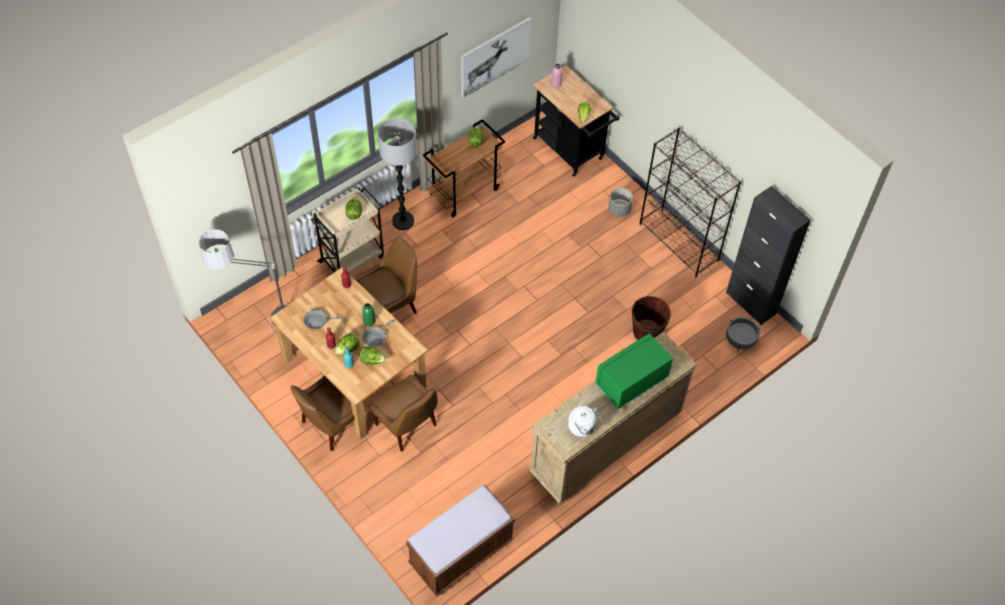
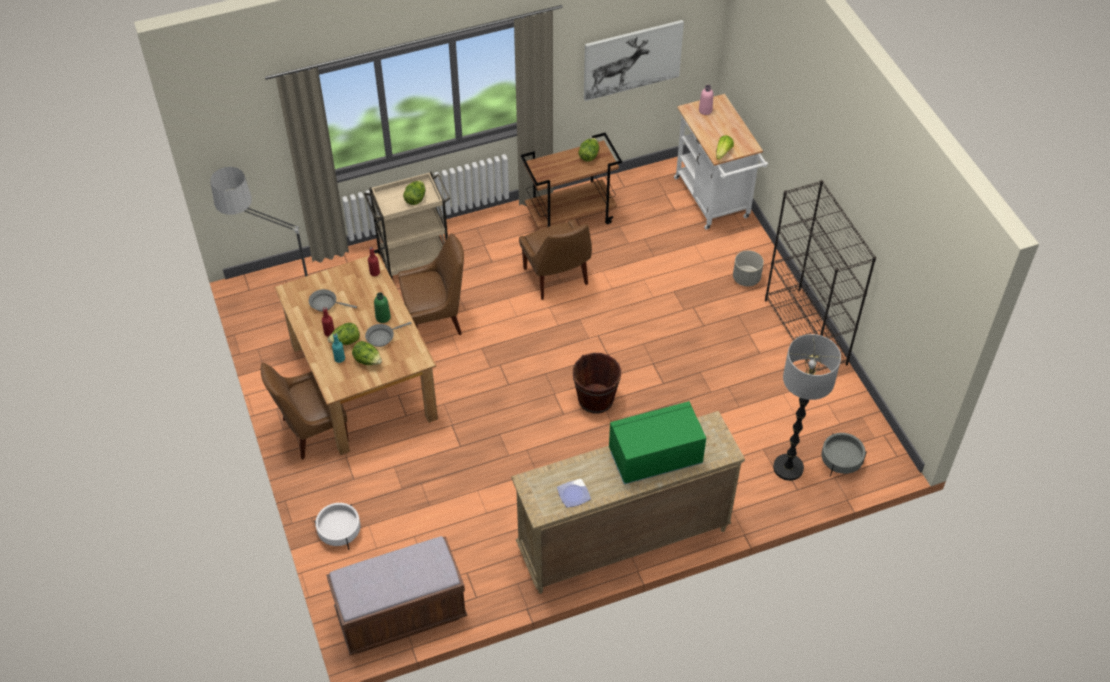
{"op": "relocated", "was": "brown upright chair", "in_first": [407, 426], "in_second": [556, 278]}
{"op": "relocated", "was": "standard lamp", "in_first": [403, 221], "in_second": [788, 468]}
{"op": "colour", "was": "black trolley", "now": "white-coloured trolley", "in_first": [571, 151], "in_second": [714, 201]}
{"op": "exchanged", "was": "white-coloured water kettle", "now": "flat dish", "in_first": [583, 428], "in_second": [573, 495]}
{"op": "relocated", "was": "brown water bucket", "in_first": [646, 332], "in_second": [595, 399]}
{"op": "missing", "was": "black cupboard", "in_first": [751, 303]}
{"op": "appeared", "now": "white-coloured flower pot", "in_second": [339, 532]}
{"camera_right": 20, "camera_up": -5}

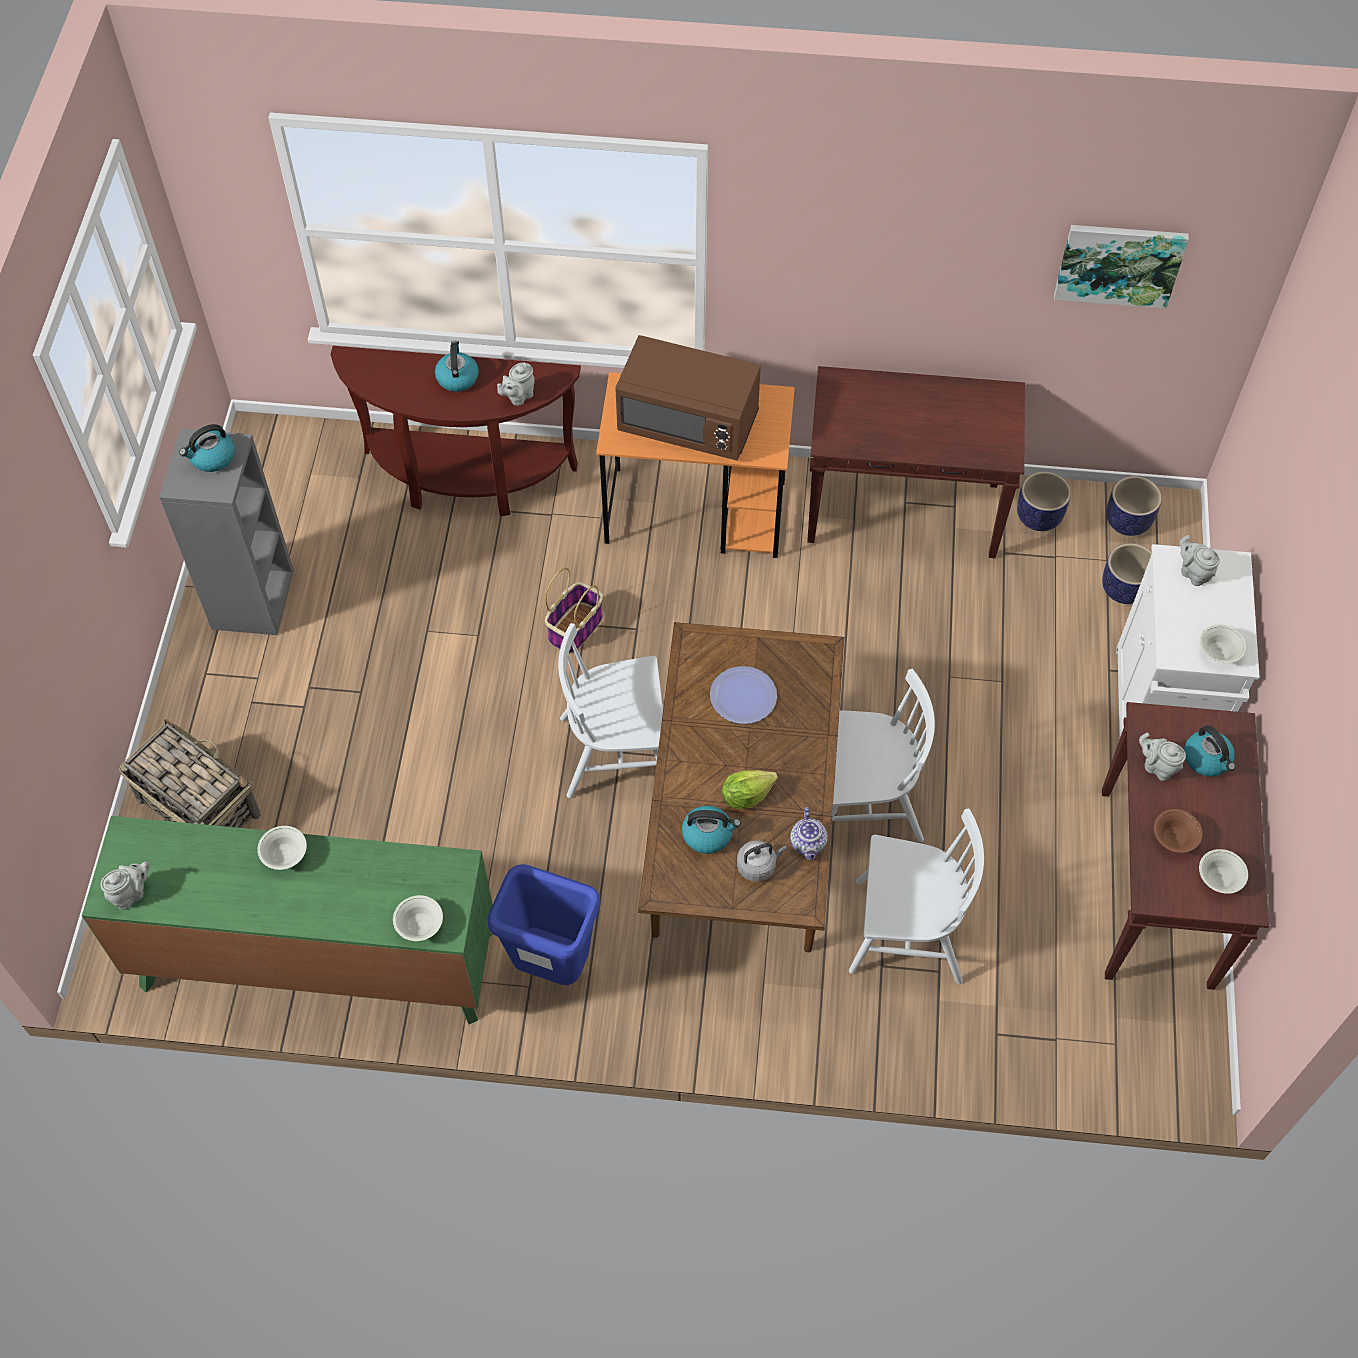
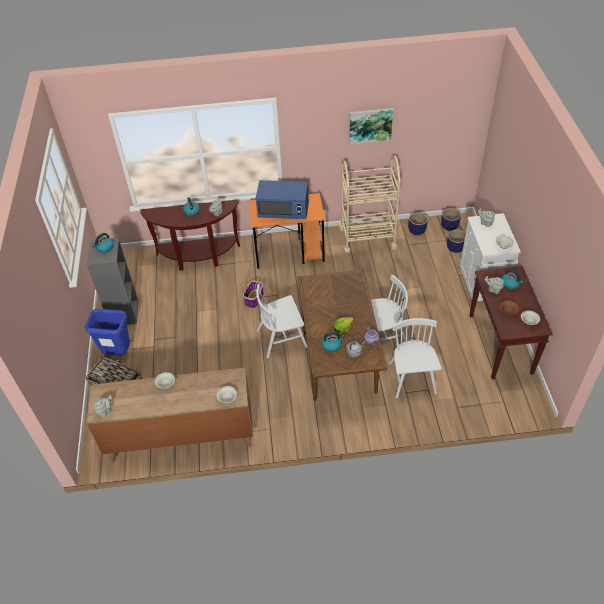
{"op": "colour", "was": "green drawer chest", "now": "brown drawer chest", "in_first": [315, 960], "in_second": [180, 437]}
{"op": "relocated", "was": "blue-coloured waste bin", "in_first": [553, 966], "in_second": [118, 353]}
{"op": "colour", "was": "brown microwave oven", "now": "blue-coloured microwave oven", "in_first": [689, 423], "in_second": [283, 211]}
{"op": "missing", "was": "flat dish", "in_first": [743, 696]}
{"op": "exchanged", "was": "brown console table", "now": "beige-coloured trolley", "in_first": [904, 512], "in_second": [367, 238]}
{"op": "spun", "was": "white-coloured upright chair", "in_first": [907, 932], "in_second": [412, 378], "clockwise": -90}
{"op": "relocated", "was": "picture", "in_first": [1119, 263], "in_second": [370, 125]}
{"camera_right": -10, "camera_up": -10}

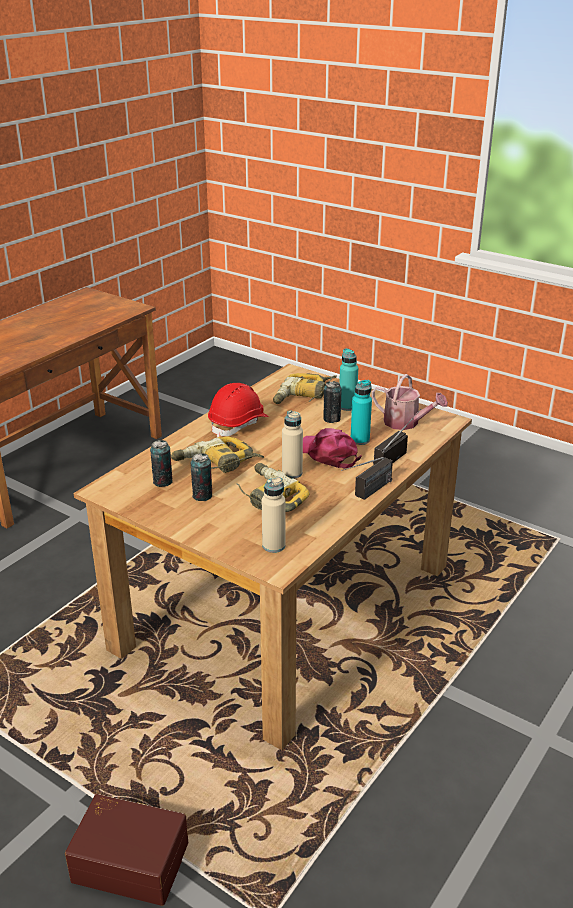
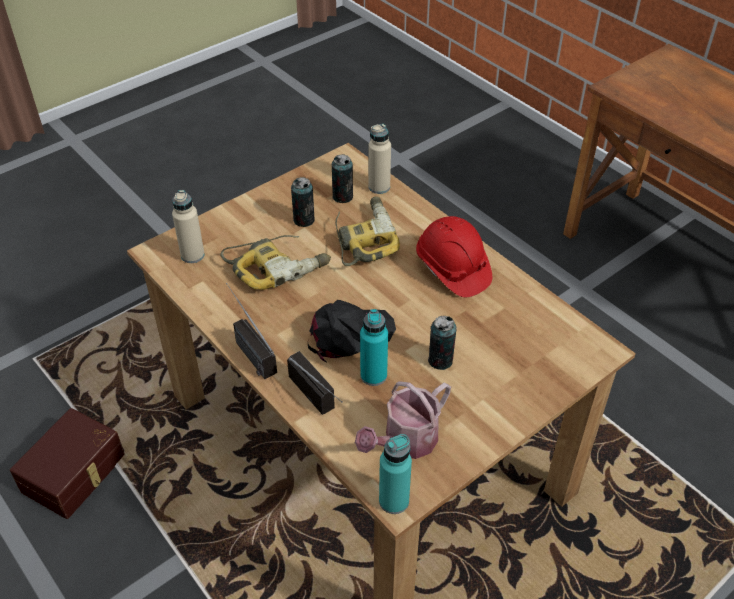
{"op": "relocated", "was": "brown storage container", "in_first": [131, 859], "in_second": [75, 474]}
{"op": "missing", "was": "electric drill", "in_first": [303, 396]}
{"op": "relocated", "was": "beige-coloured beverage bottle", "in_first": [292, 473], "in_second": [379, 187]}
{"op": "colour", "was": "pink baseball cap", "now": "black baseball cap", "in_first": [328, 454], "in_second": [349, 335]}
{"op": "relocated", "was": "turquoise-coloured beverage bottle", "in_first": [347, 406], "in_second": [394, 501]}
{"camera_right": 105, "camera_up": 15}

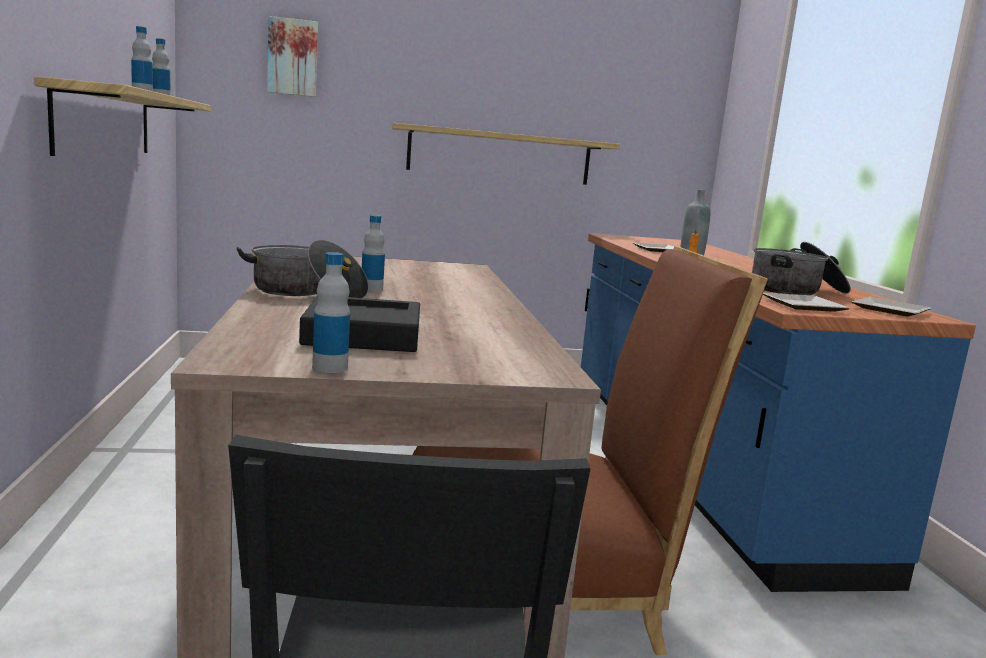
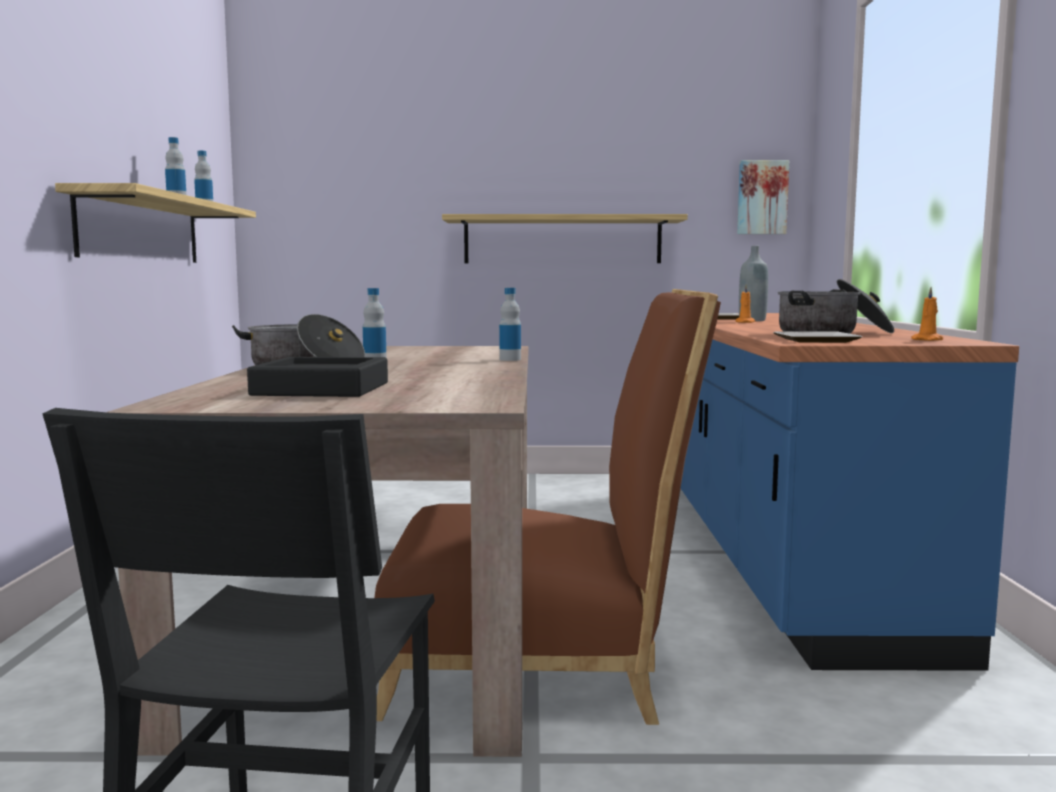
{"op": "relocated", "was": "picture", "in_first": [293, 57], "in_second": [762, 197]}
{"op": "relocated", "was": "beverage bottle", "in_first": [330, 367], "in_second": [510, 359]}
{"op": "exchanged", "was": "flat dish", "now": "orange-coloured candle", "in_first": [893, 310], "in_second": [928, 340]}
{"camera_right": 10, "camera_up": -5}

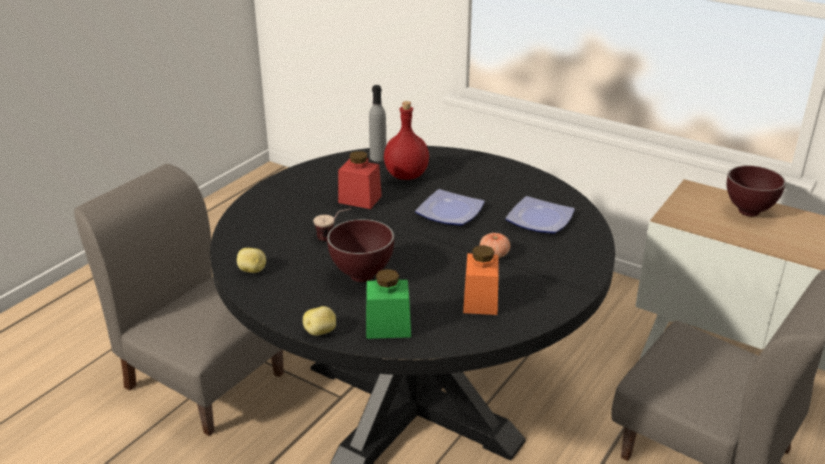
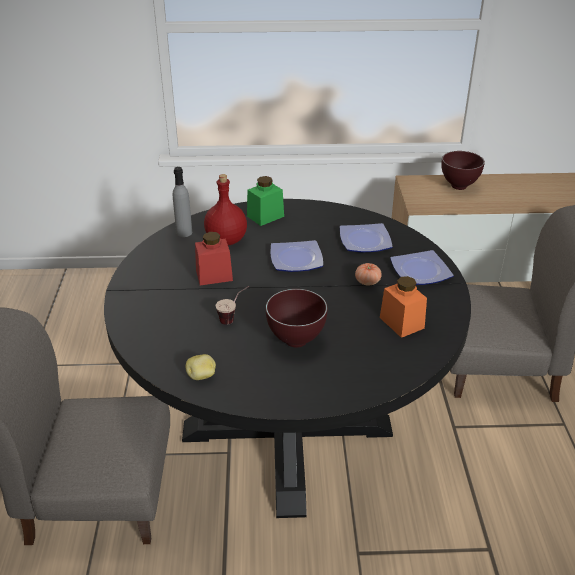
{"op": "missing", "was": "spud", "in_first": [321, 332]}
{"op": "relocated", "was": "green jar", "in_first": [388, 327], "in_second": [265, 216]}
{"op": "appeared", "now": "flat dish", "in_second": [419, 271]}
{"camera_right": -35, "camera_up": 5}

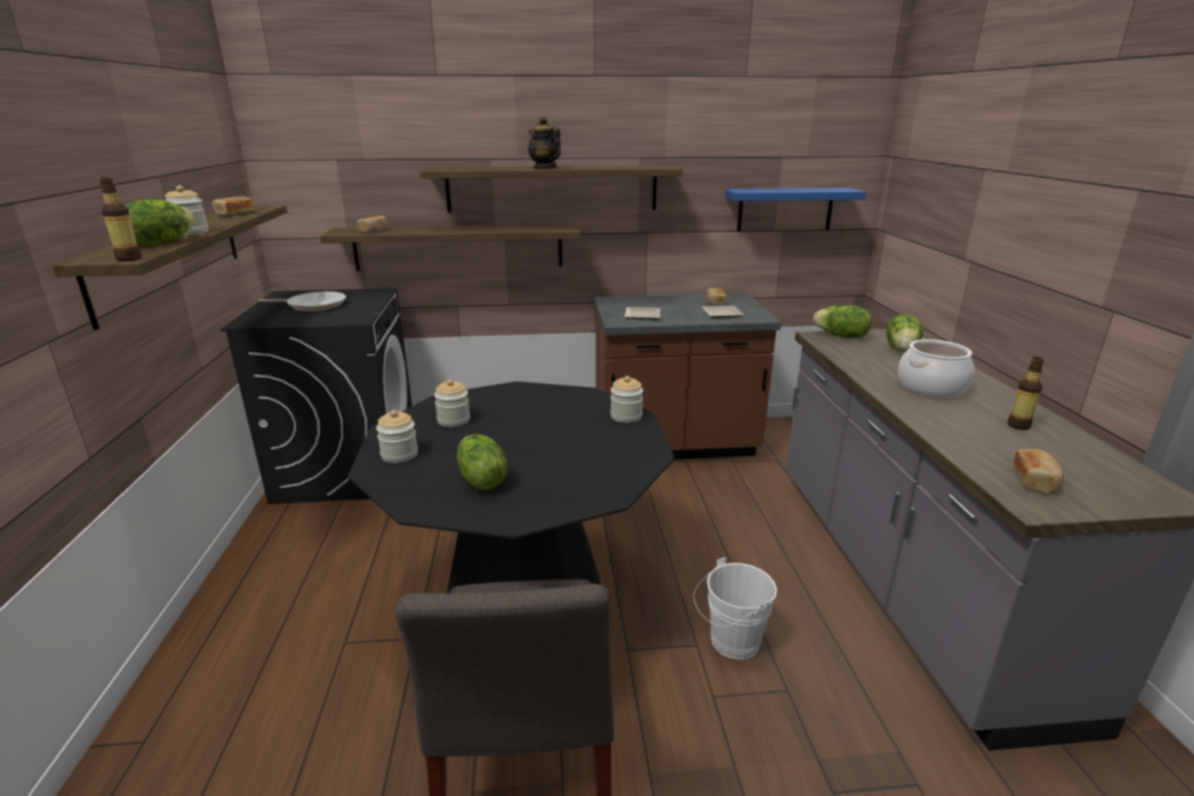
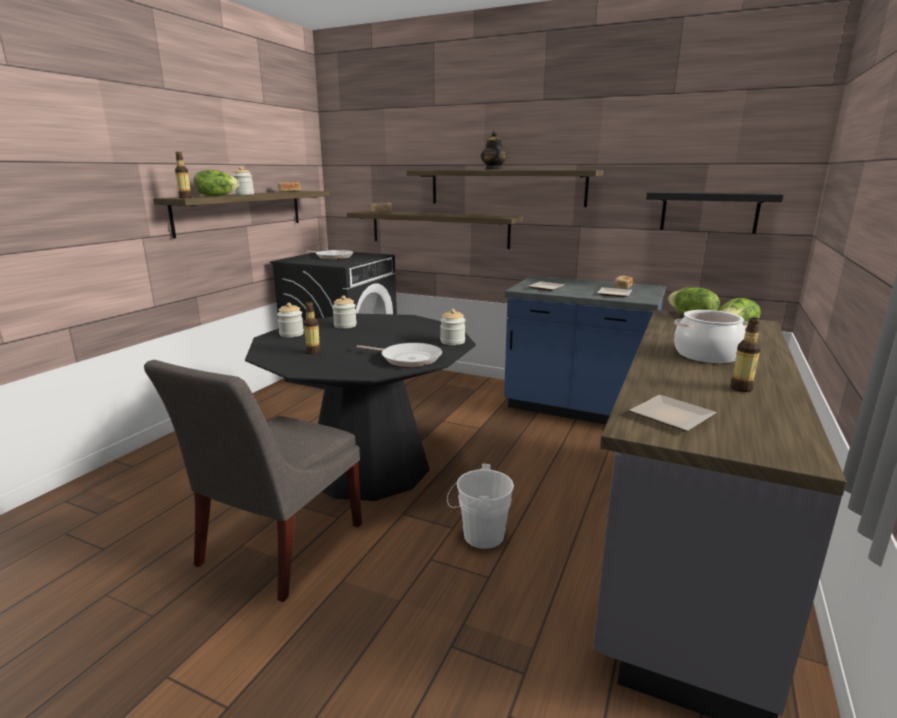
{"op": "exchanged", "was": "head of lettuce", "now": "beverage bottle", "in_first": [480, 480], "in_second": [313, 352]}
{"op": "colour", "was": "brown kitchen counter", "now": "blue-coloured kitchen counter", "in_first": [674, 446], "in_second": [576, 409]}
{"op": "colour", "was": "blue-coloured bracket shelf", "now": "black bracket shelf", "in_first": [785, 209], "in_second": [709, 212]}
{"op": "exchanged", "was": "bakery bread", "now": "flat dish", "in_first": [1035, 481], "in_second": [672, 418]}
{"op": "appeared", "now": "frying pan", "in_second": [408, 358]}
{"camera_right": 30, "camera_up": -5}

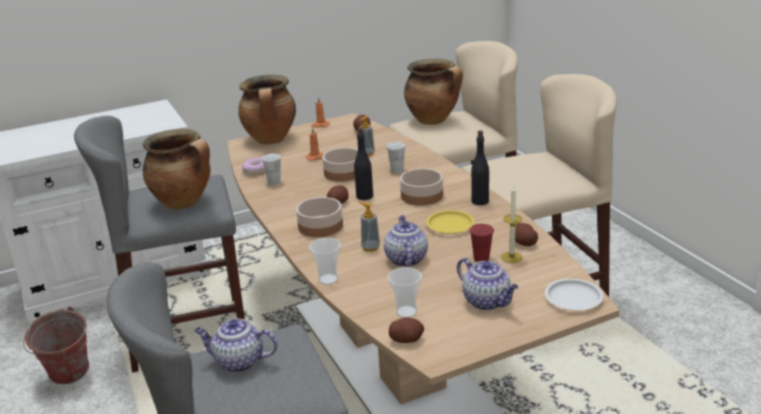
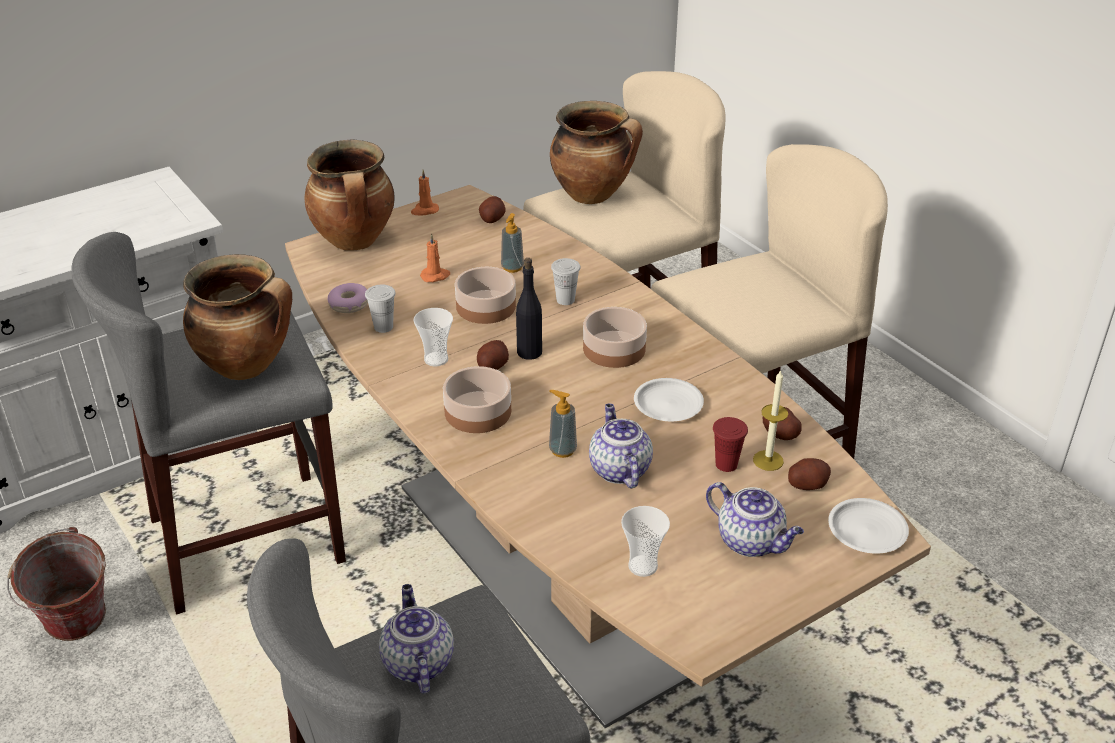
{"op": "spun", "was": "teapot", "in_first": [238, 362], "in_second": [417, 662], "clockwise": 75}
{"op": "relocated", "was": "cup", "in_first": [328, 279], "in_second": [436, 359]}
{"op": "relocated", "was": "spud", "in_first": [406, 339], "in_second": [807, 484]}
{"op": "colour", "was": "yellowish flat dish", "now": "white-coloured flat dish", "in_first": [450, 225], "in_second": [669, 404]}
{"op": "missing", "was": "black beverage bottle", "in_first": [480, 201]}
{"camera_right": -10, "camera_up": 10}

